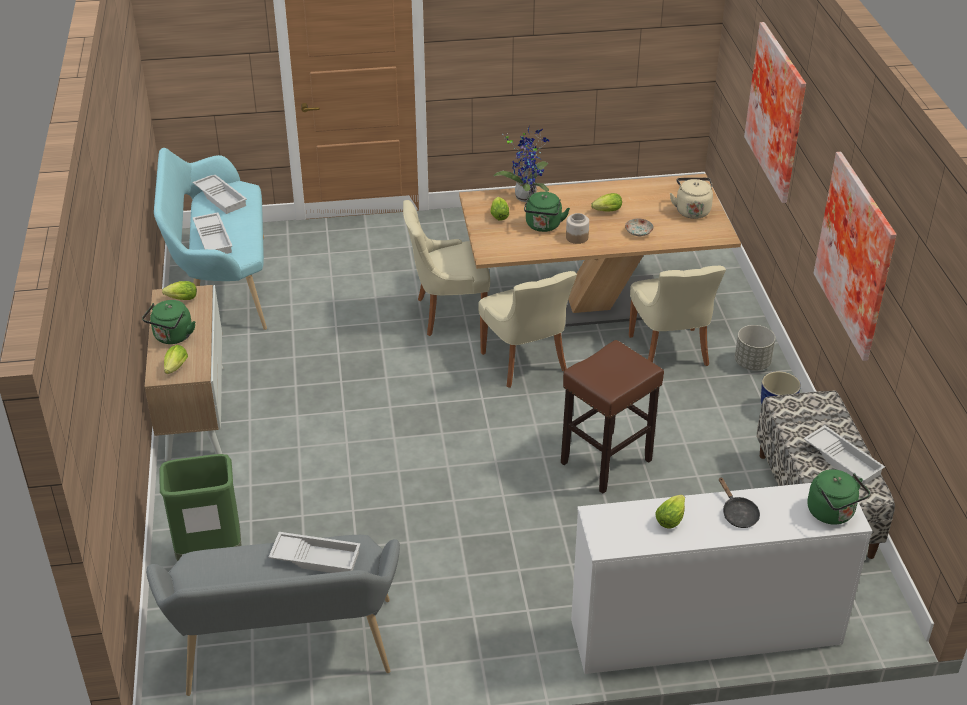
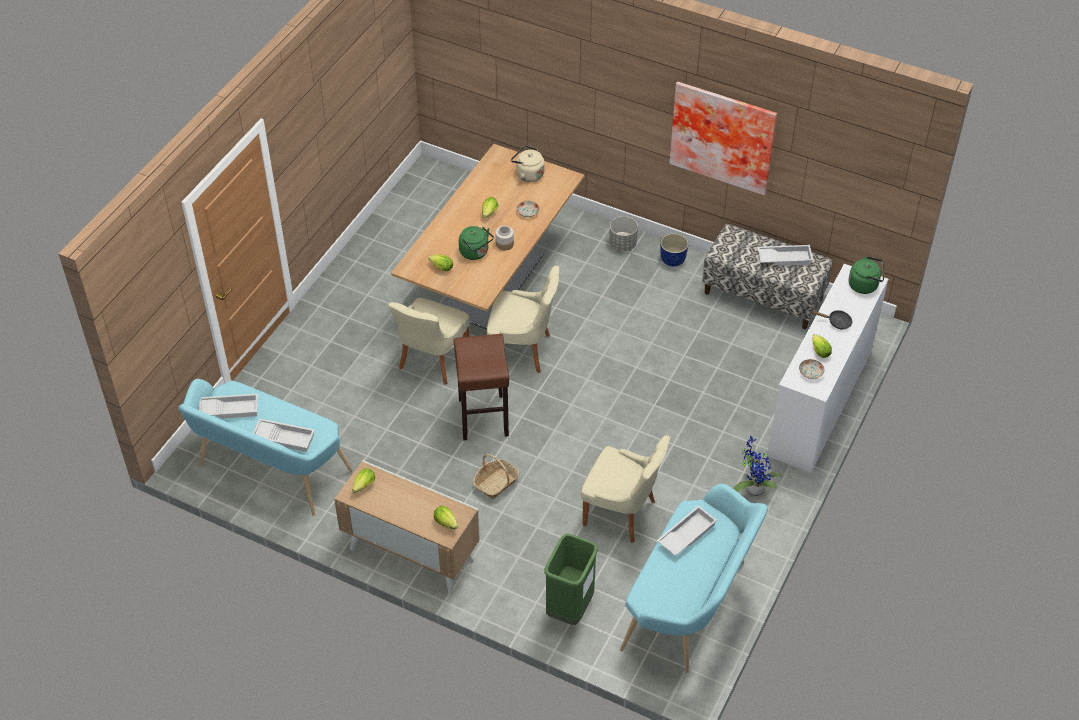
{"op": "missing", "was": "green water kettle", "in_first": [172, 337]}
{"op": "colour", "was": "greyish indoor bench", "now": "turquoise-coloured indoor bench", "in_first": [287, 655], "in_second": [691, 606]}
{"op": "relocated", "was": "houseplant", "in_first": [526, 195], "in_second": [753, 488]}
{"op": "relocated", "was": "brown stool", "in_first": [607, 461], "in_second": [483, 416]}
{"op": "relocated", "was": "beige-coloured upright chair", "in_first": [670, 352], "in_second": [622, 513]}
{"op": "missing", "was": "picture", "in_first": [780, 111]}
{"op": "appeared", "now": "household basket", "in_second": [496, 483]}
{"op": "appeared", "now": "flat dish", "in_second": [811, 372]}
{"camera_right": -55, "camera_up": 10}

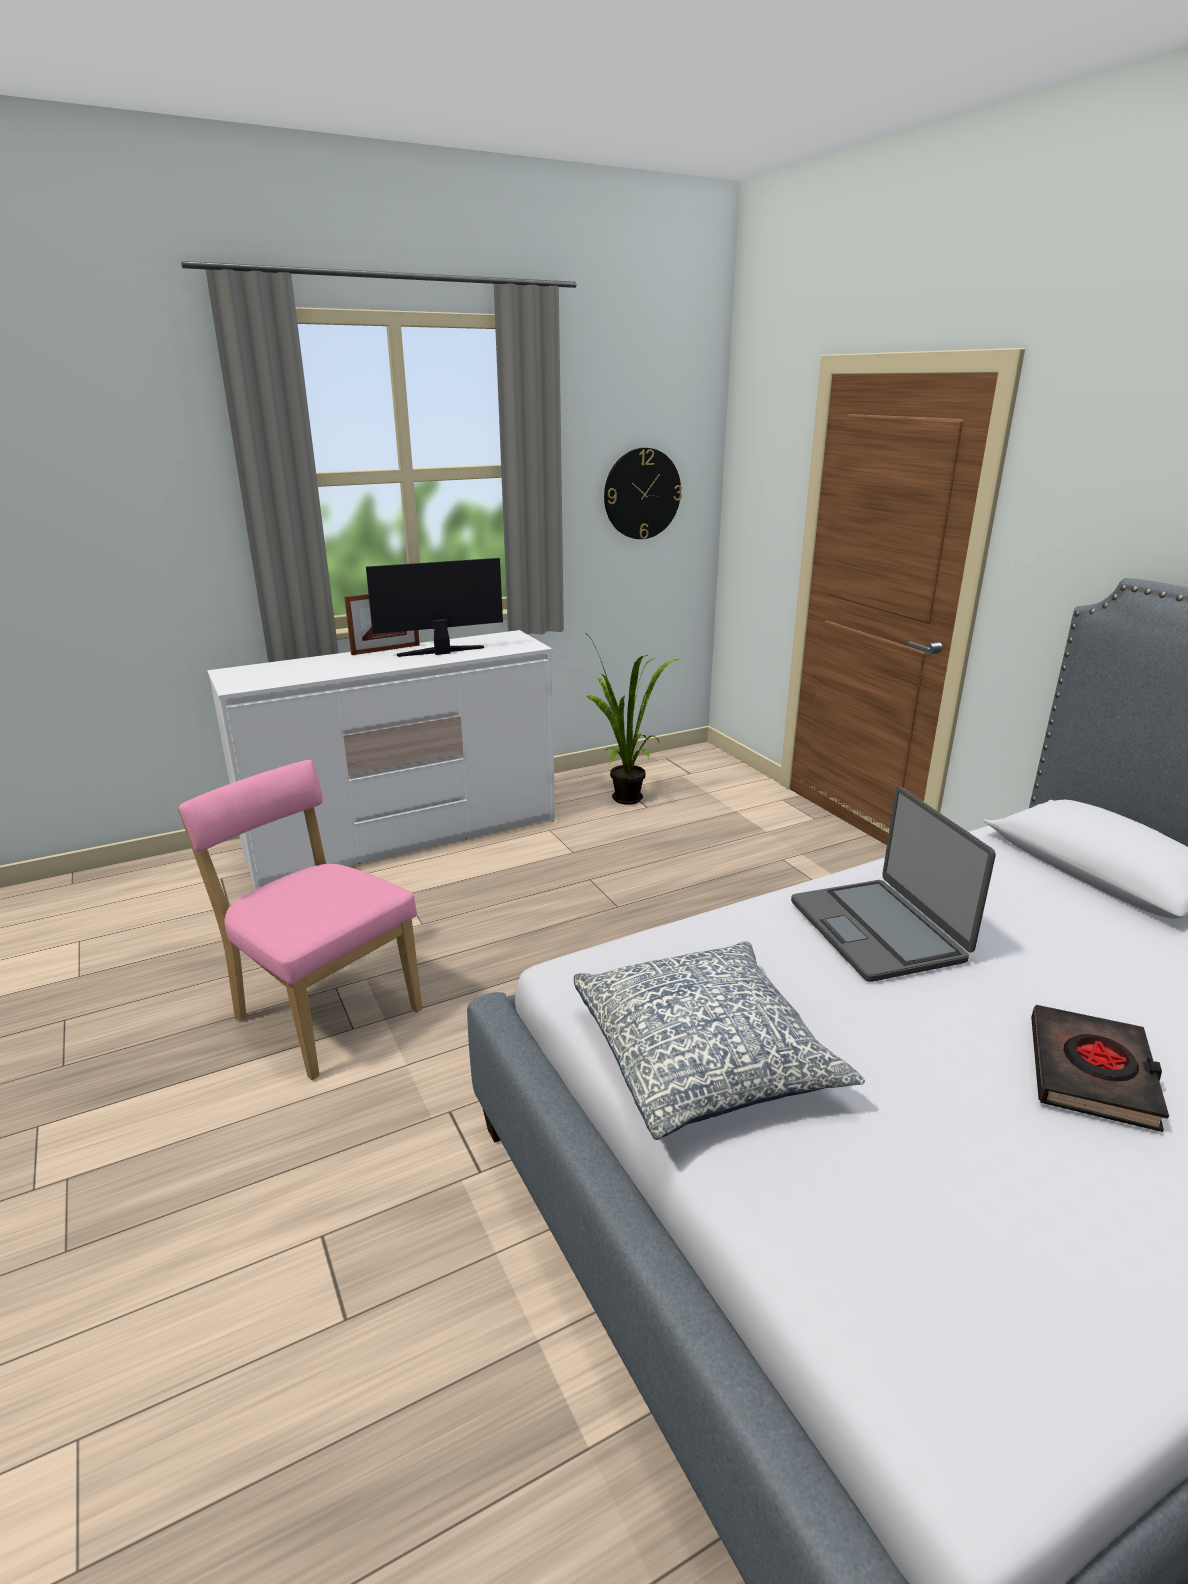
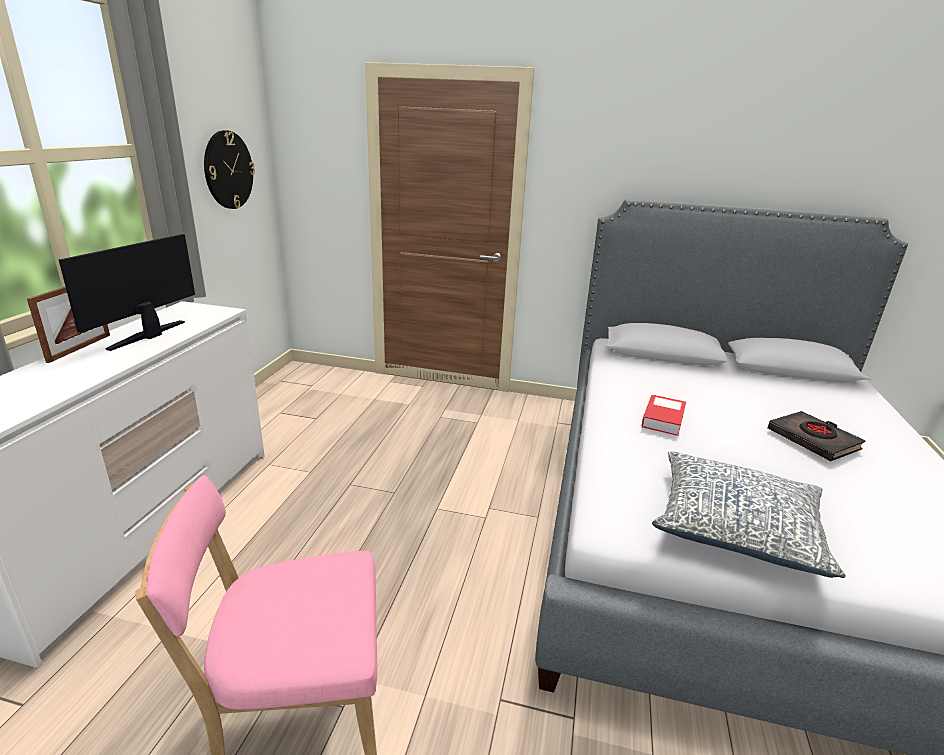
{"op": "missing", "was": "houseplant", "in_first": [625, 802]}
{"op": "exchanged", "was": "notebook computer", "now": "bound book", "in_first": [878, 930], "in_second": [663, 419]}
{"camera_right": -50, "camera_up": 0}

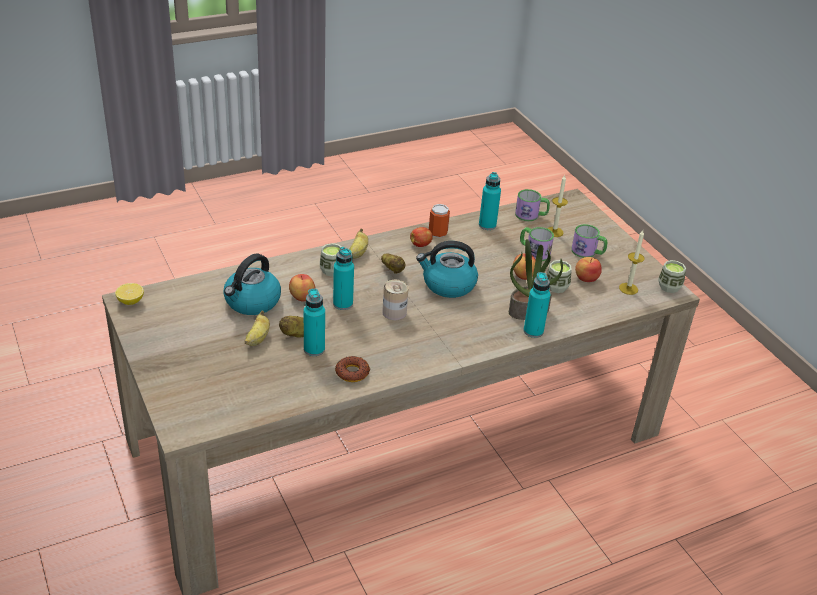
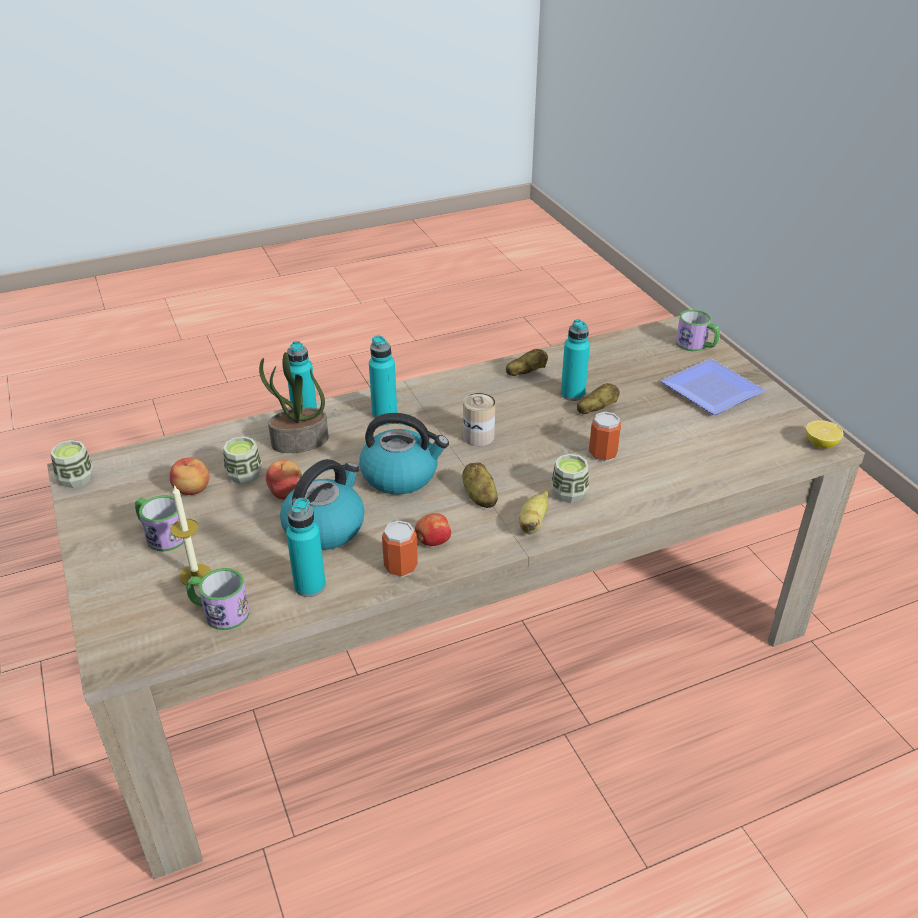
{"op": "relocated", "was": "water kettle", "in_first": [252, 302], "in_second": [325, 527]}
{"op": "missing", "was": "banana fruit", "in_first": [257, 339]}
{"op": "exchanged", "was": "whole apple", "now": "sealed can", "in_first": [301, 297], "in_second": [602, 453]}
{"op": "relocated", "was": "turquoise-coloured beverage bottle", "in_first": [343, 304], "in_second": [384, 413]}
{"op": "exchanged", "was": "ring doughnut", "now": "spud", "in_first": [352, 372], "in_second": [526, 373]}
{"op": "relocated", "was": "tea mug", "in_first": [534, 252], "in_second": [696, 345]}
{"op": "missing", "was": "candle", "in_first": [628, 288]}
{"op": "appeared", "now": "flat dish", "in_second": [711, 392]}
{"camera_right": -175, "camera_up": 0}

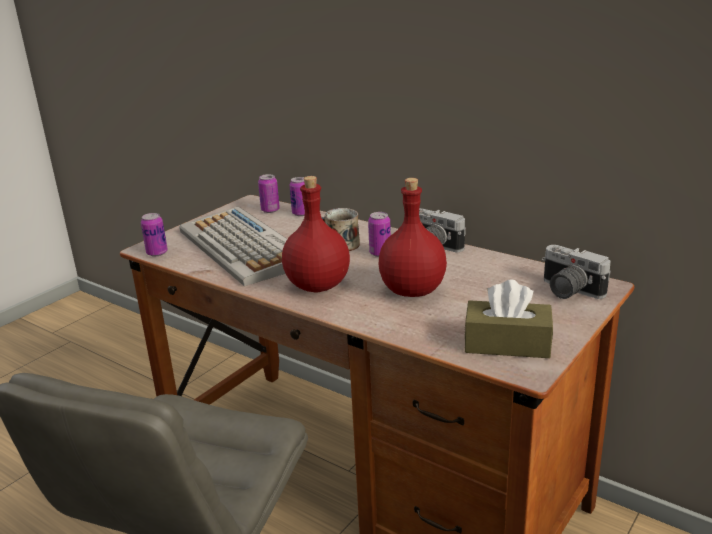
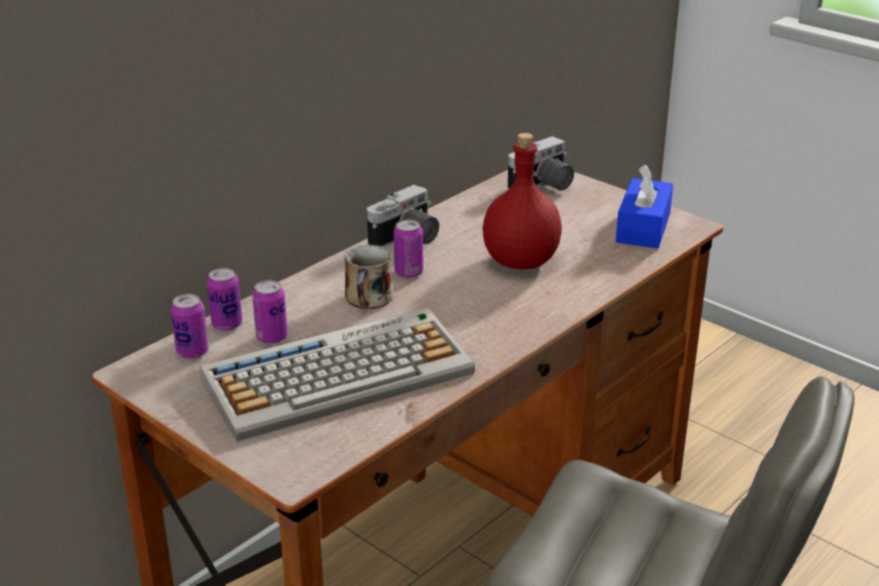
{"op": "relocated", "was": "sealed can", "in_first": [157, 253], "in_second": [272, 337]}
{"op": "missing", "was": "red-coloured beverage bottle", "in_first": [318, 286]}
{"op": "colour", "was": "brown box of tissues", "now": "blue-coloured box of tissues", "in_first": [507, 344], "in_second": [643, 228]}
{"camera_right": -85, "camera_up": 5}

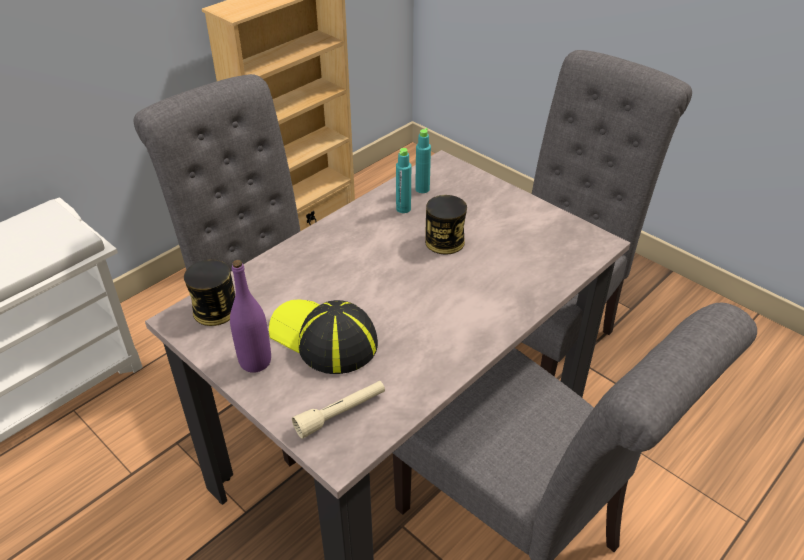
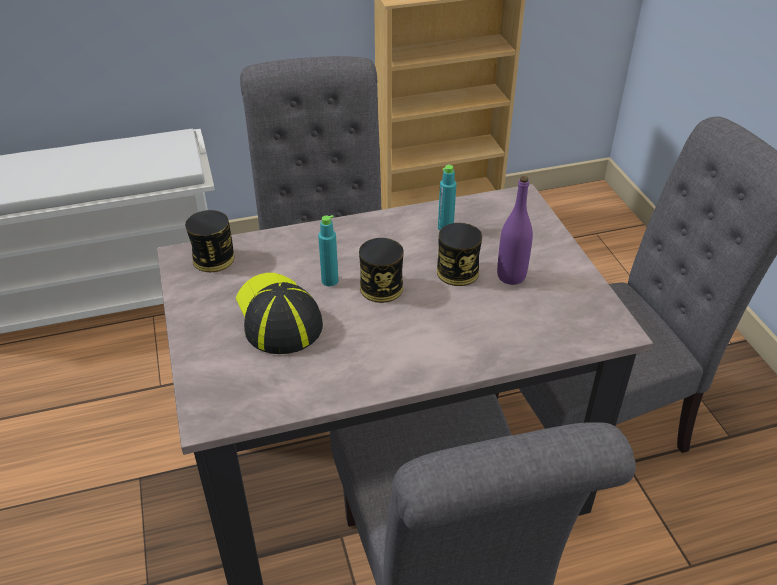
{"op": "relocated", "was": "purplish beverage bottle", "in_first": [255, 361], "in_second": [511, 276]}
{"op": "missing", "was": "beige-coloured flashlight", "in_first": [341, 413]}
{"op": "relocated", "was": "turquoise-coloured beverage bottle", "in_first": [422, 189], "in_second": [330, 281]}
{"op": "appeared", "now": "sealed can", "in_second": [381, 288]}
{"camera_right": 30, "camera_up": 0}

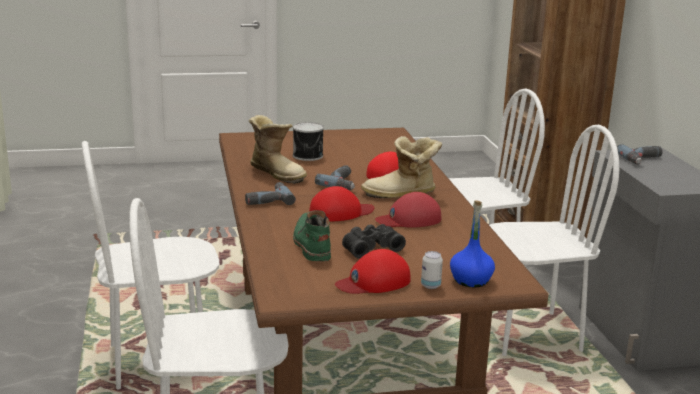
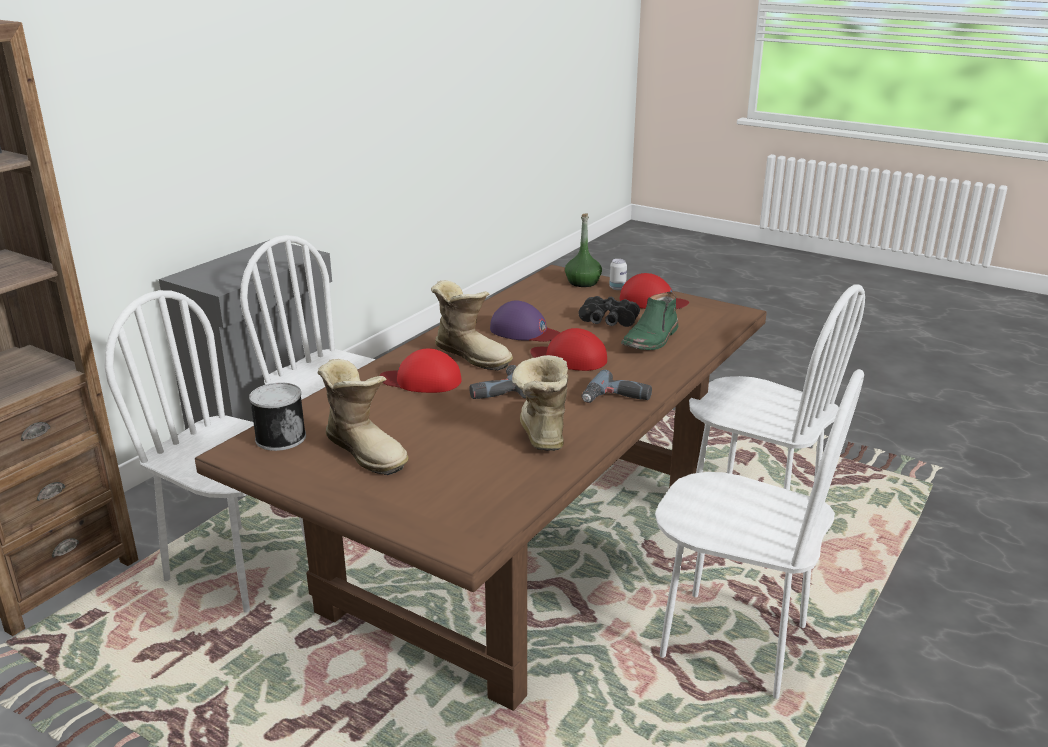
{"op": "relocated", "was": "sealed can", "in_first": [308, 156], "in_second": [280, 437]}
{"op": "colour", "was": "red-coloured baseball cap", "now": "purplish baseball cap", "in_first": [409, 219], "in_second": [524, 331]}
{"op": "colour", "was": "blue-coloured beverage bottle", "now": "green beverage bottle", "in_first": [471, 280], "in_second": [582, 282]}
{"op": "missing", "was": "electric drill", "in_first": [643, 160]}
{"op": "appeared", "now": "high-top boot", "in_second": [367, 451]}
{"camera_right": -135, "camera_up": 5}

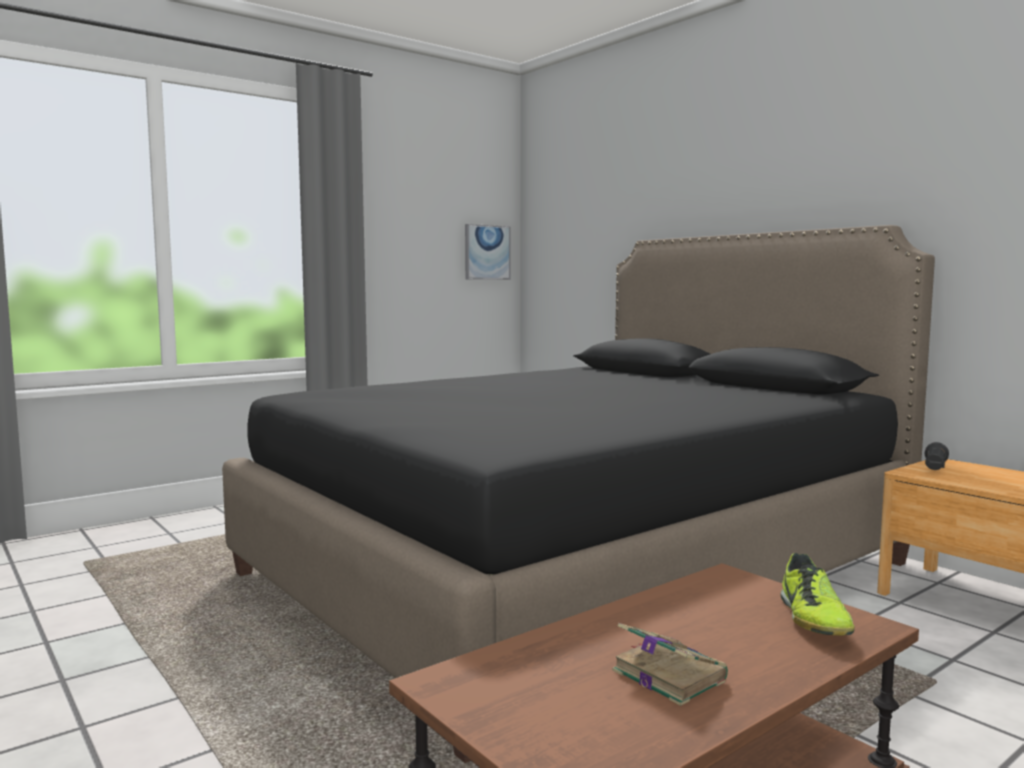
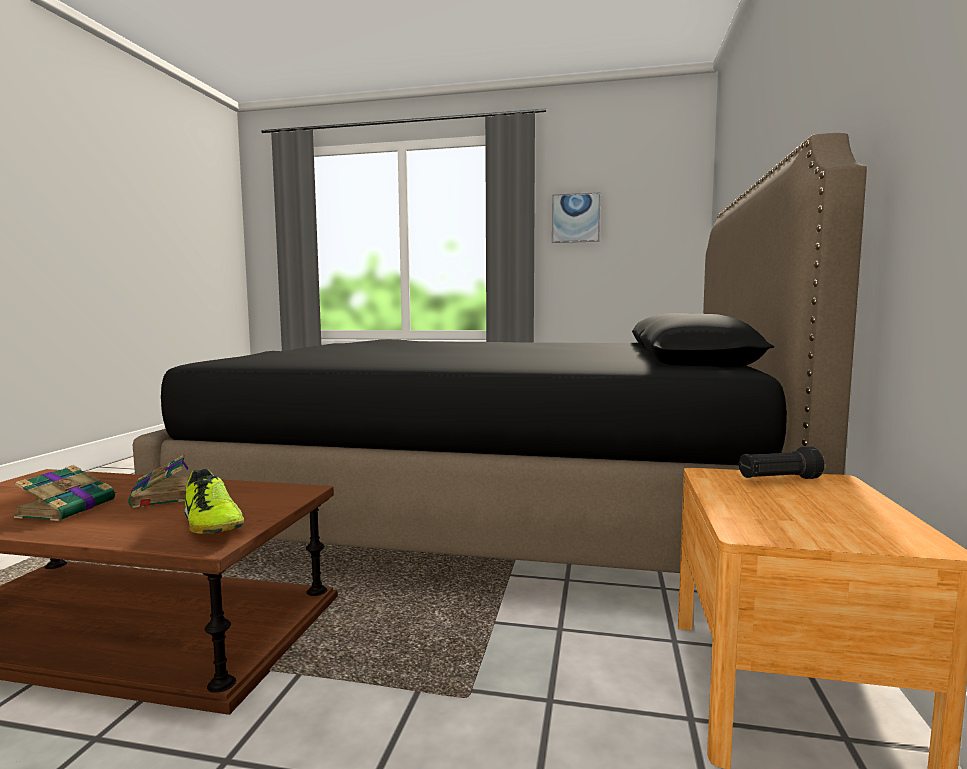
{"op": "relocated", "was": "picture", "in_first": [487, 252], "in_second": [575, 218]}
{"op": "spun", "was": "item of footwear", "in_first": [813, 619], "in_second": [212, 525], "clockwise": -90}
{"op": "appeared", "now": "bound book", "in_second": [162, 496]}
{"camera_right": 50, "camera_up": 0}

